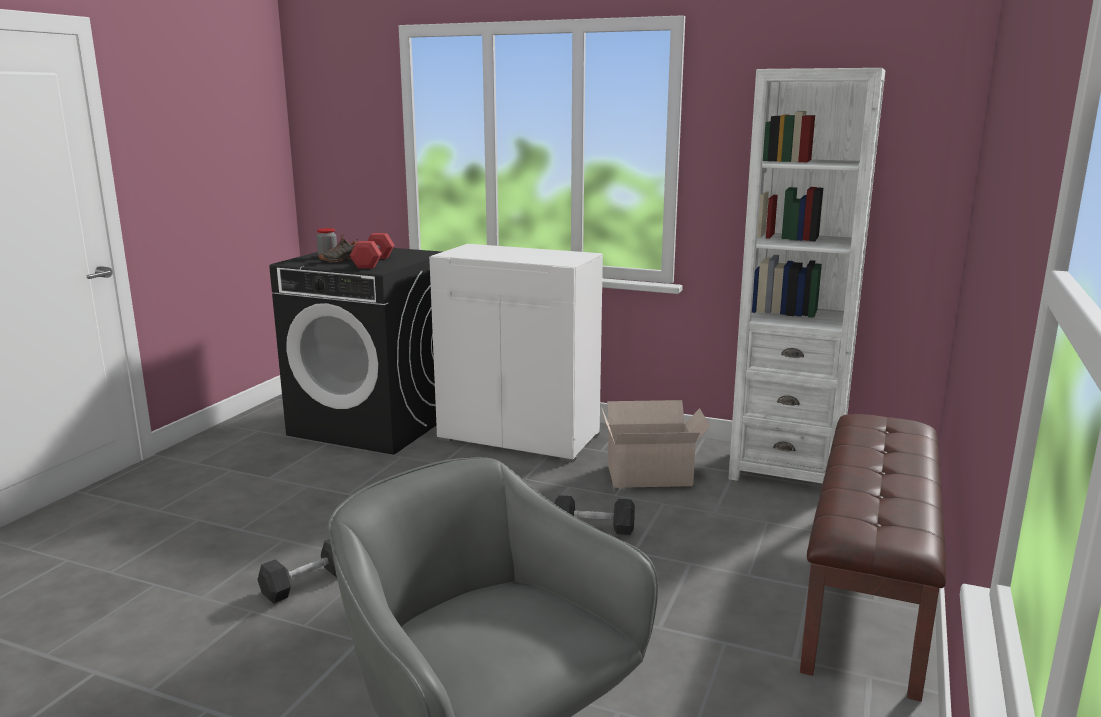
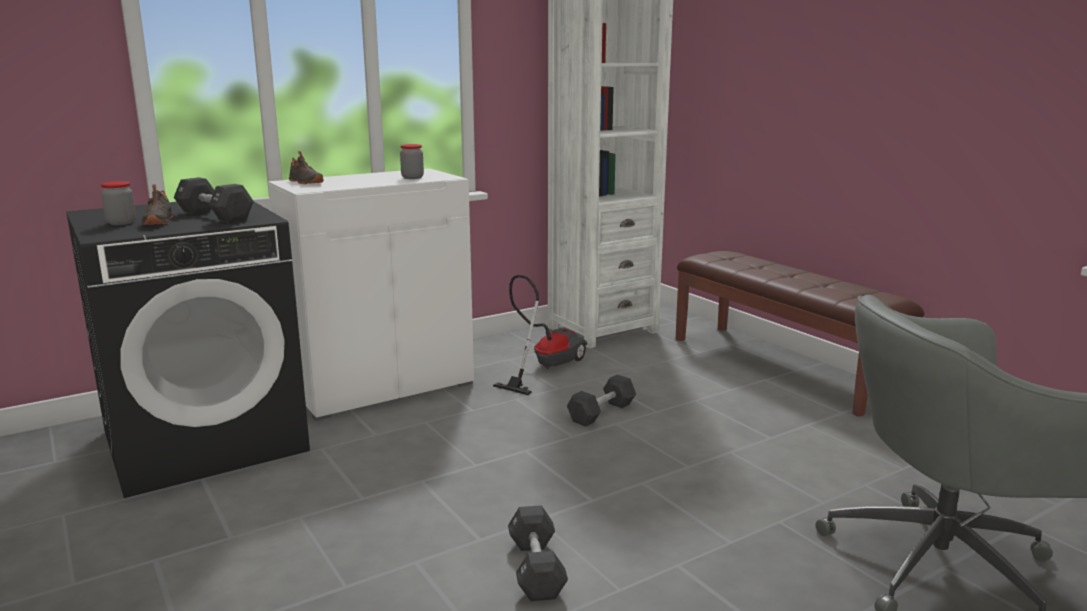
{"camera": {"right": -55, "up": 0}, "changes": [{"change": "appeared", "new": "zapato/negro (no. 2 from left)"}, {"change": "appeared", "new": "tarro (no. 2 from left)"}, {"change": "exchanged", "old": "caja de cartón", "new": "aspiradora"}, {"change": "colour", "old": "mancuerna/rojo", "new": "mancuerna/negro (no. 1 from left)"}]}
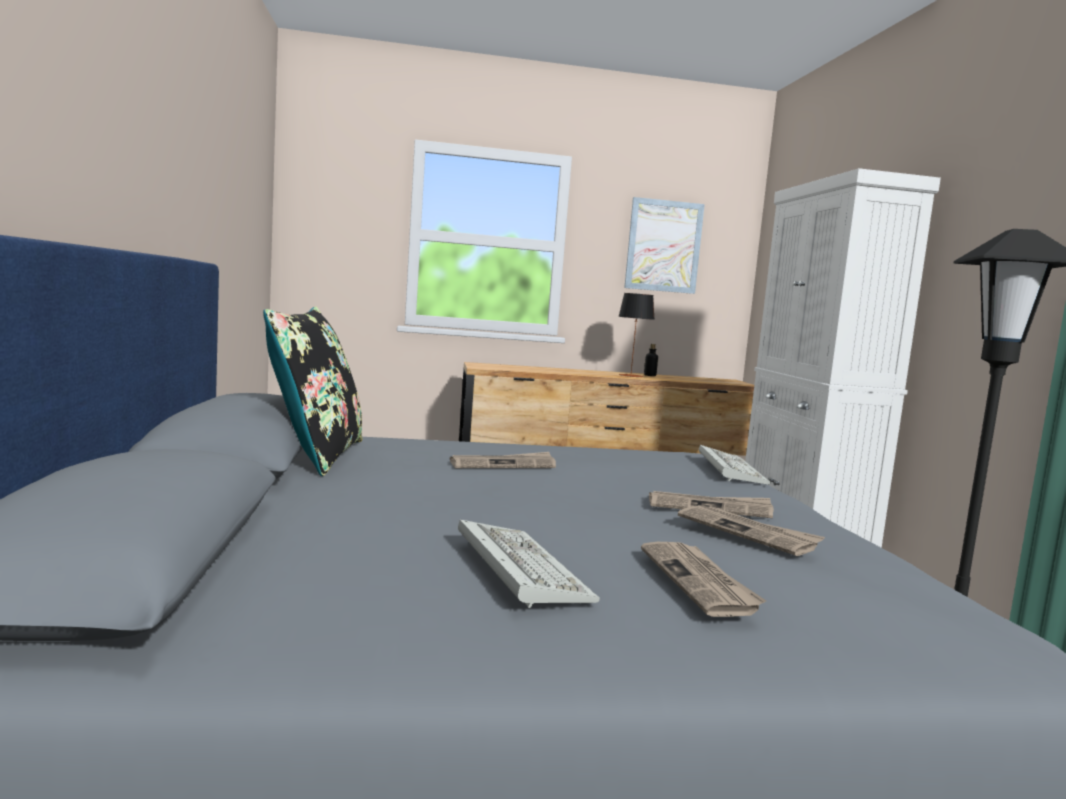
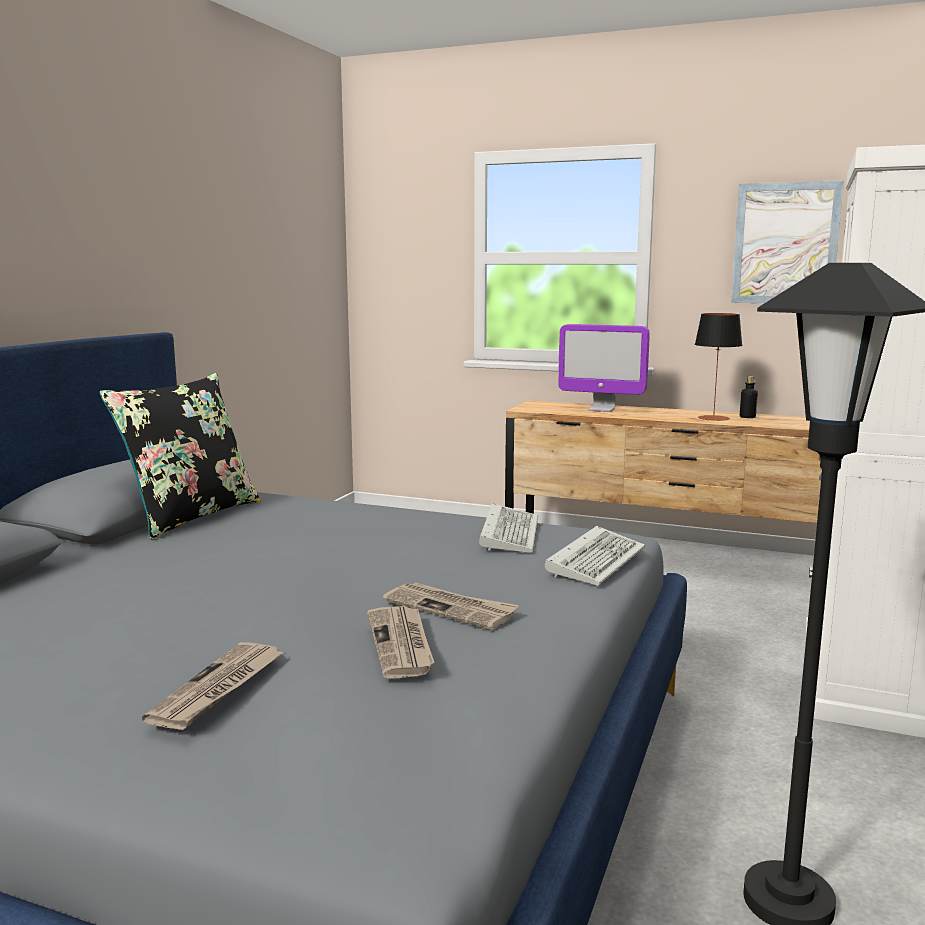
{"camera": {"right": 30, "up": 5}, "changes": [{"change": "missing", "old": "periódico (no. 1 from left)"}, {"change": "appeared", "new": "monitor"}, {"change": "relocated", "old": "teclado (no. 1 from left)"}]}
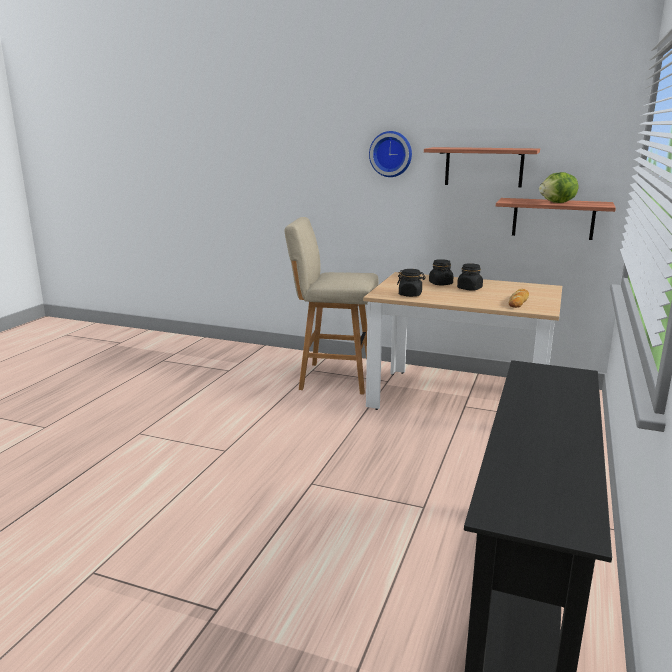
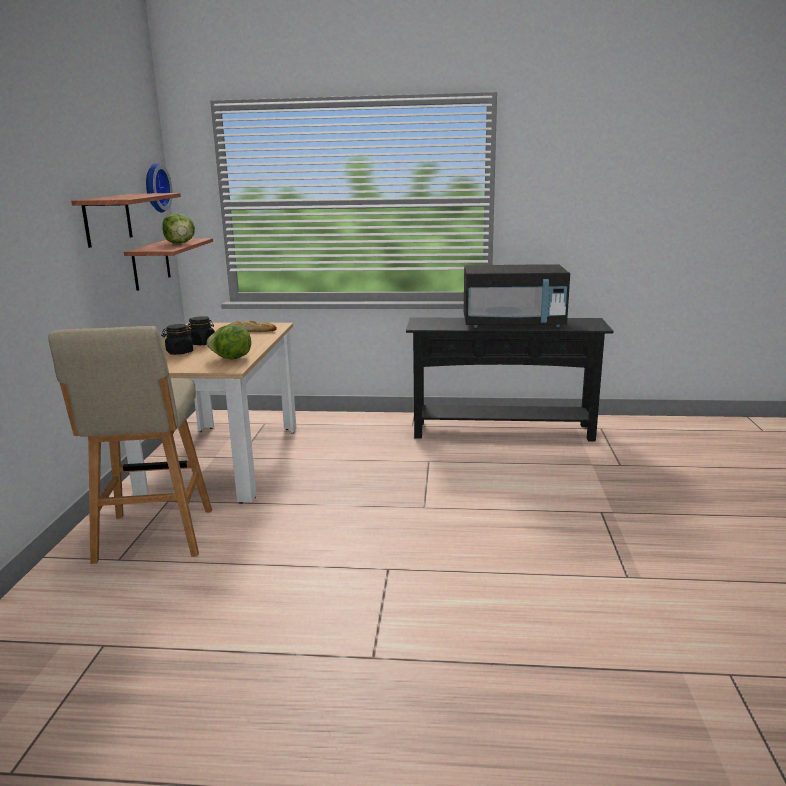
{"camera": {"right": -105, "up": 0}, "changes": [{"change": "appeared", "new": "microondas/negro"}, {"change": "relocated", "old": "reloj de pared"}, {"change": "exchanged", "old": "tarro/negro (no. 1 from left)", "new": "lechuga (no. 2 from left)"}]}
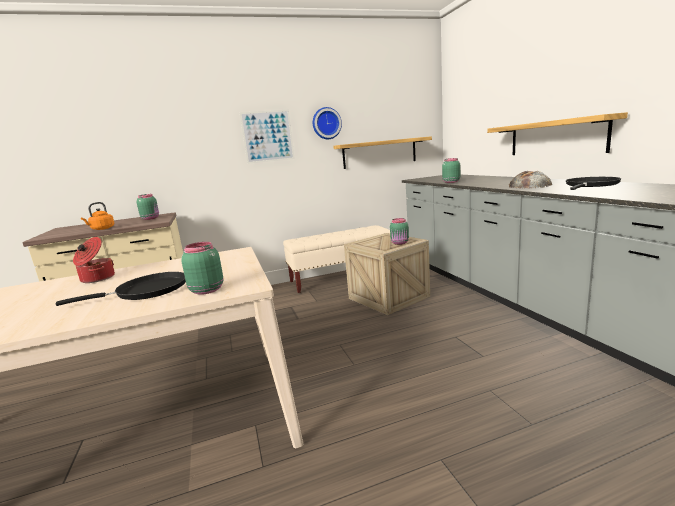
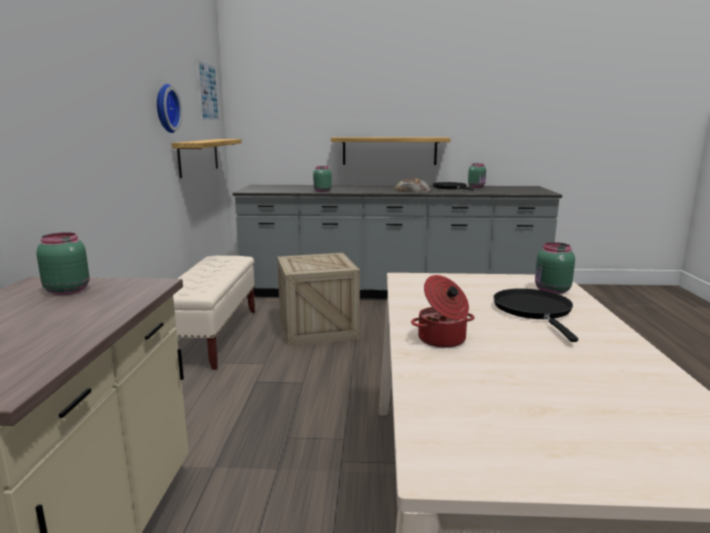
{"camera": {"right": -70, "up": 0}, "changes": [{"change": "missing", "old": "hervidor/naranja"}, {"change": "relocated", "old": "cuadro"}, {"change": "relocated", "old": "tarro/verde (no. 3 from left)"}]}
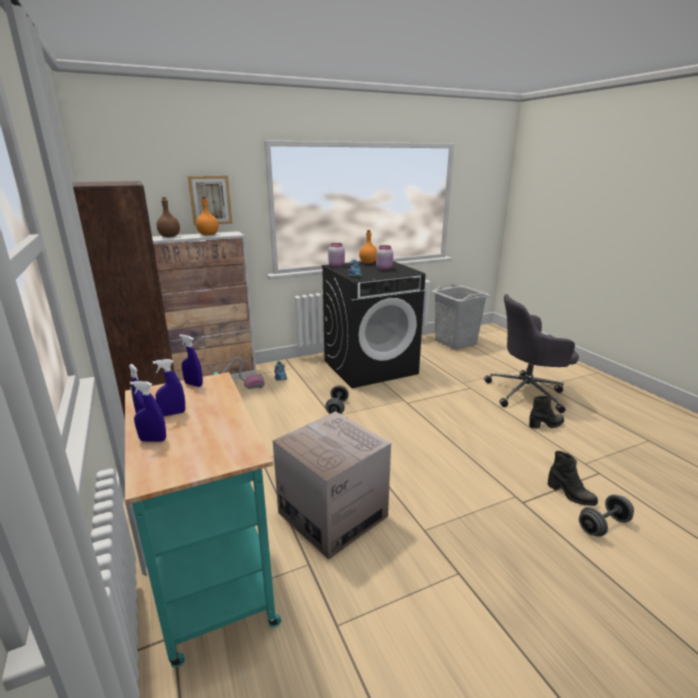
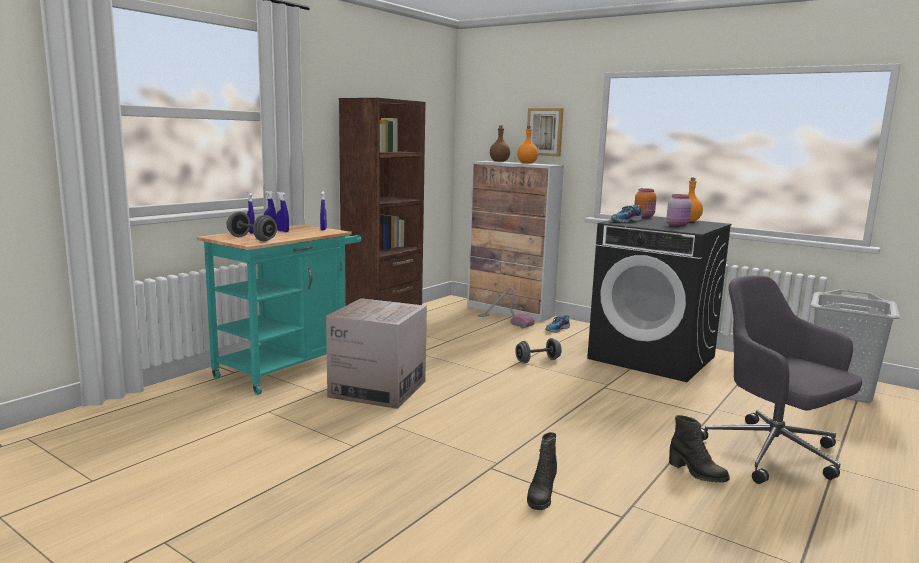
{"camera": {"right": 60, "up": -10}, "changes": [{"change": "relocated", "old": "mancuerna/gris (no. 2 from left in the first image)", "new": "mancuerna/gris (no. 1 from left)"}, {"change": "colour", "old": "tarro/rosa (no. 1 from left)", "new": "tarro/naranja"}]}
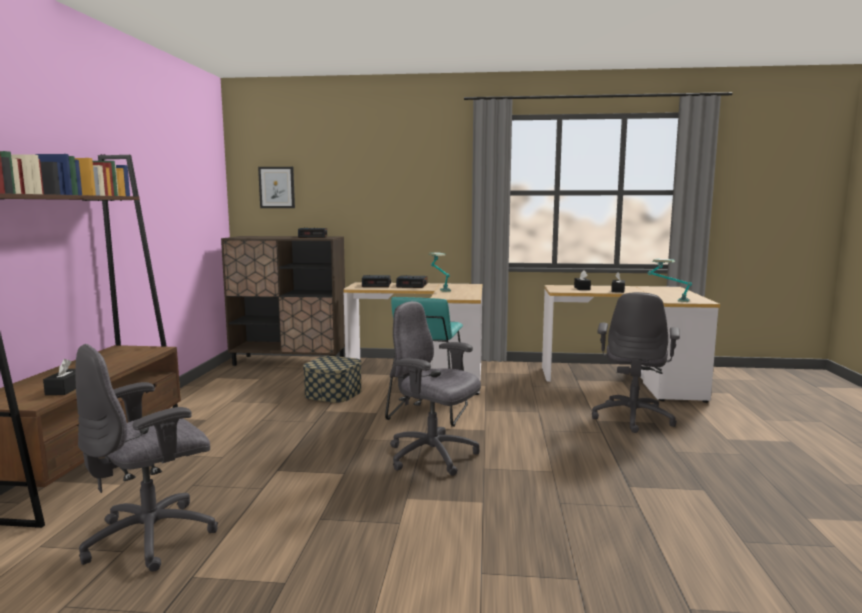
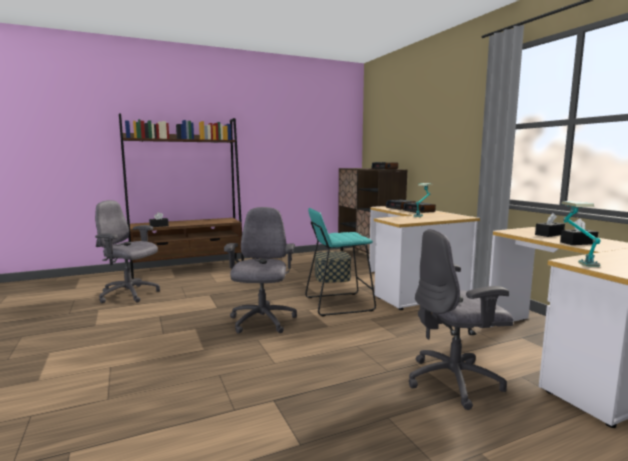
{"camera": {"right": 60, "up": 0}, "changes": [{"change": "missing", "old": "cuadro"}]}
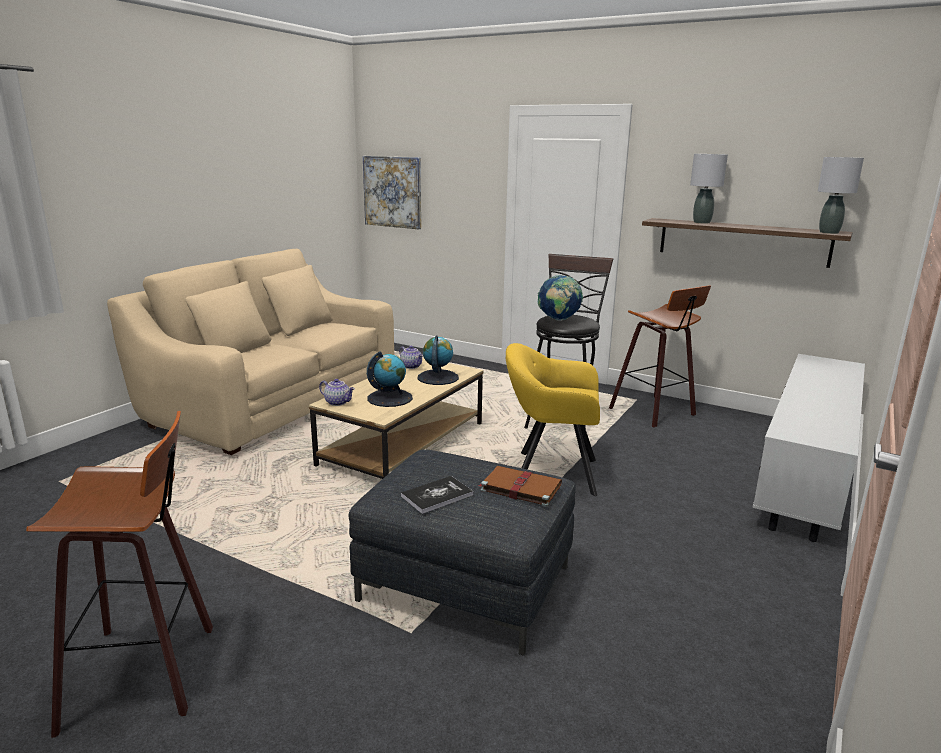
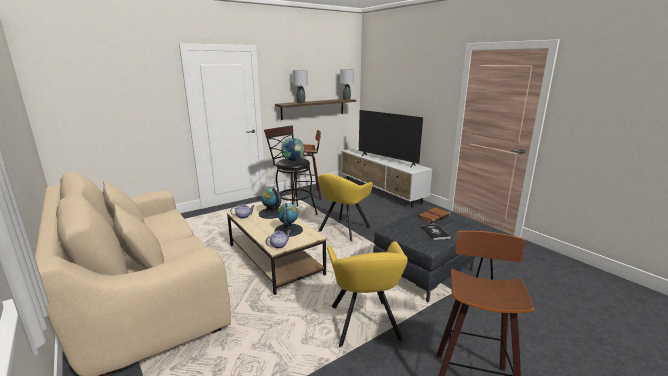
{"camera": {"right": -65, "up": 0}, "changes": [{"change": "missing", "old": "cuadro"}, {"change": "appeared", "new": "sillón/amarillo (no. 2 from left)"}, {"change": "appeared", "new": "televisor"}]}
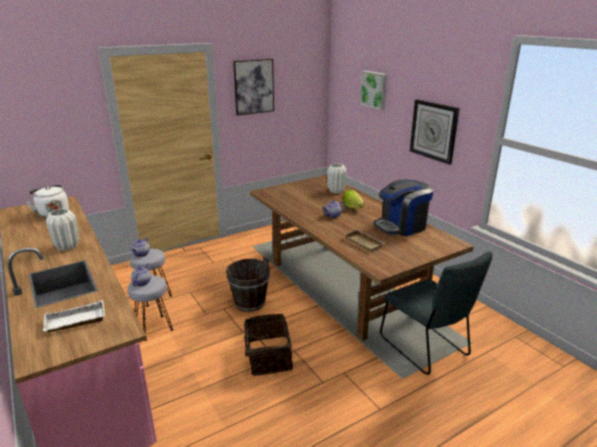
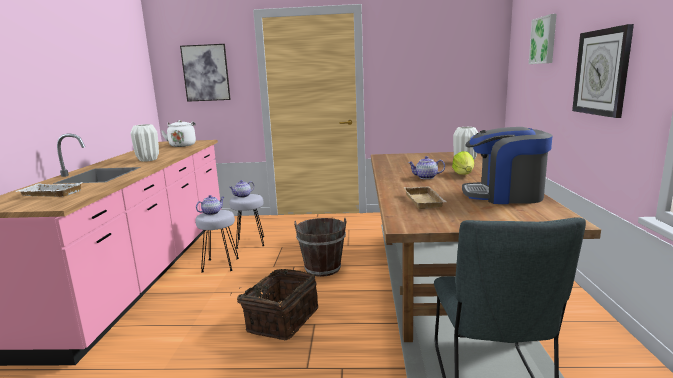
{"camera": {"right": 35, "up": -10}, "changes": [{"change": "relocated", "old": "cuadro (no. 1 from left)"}]}
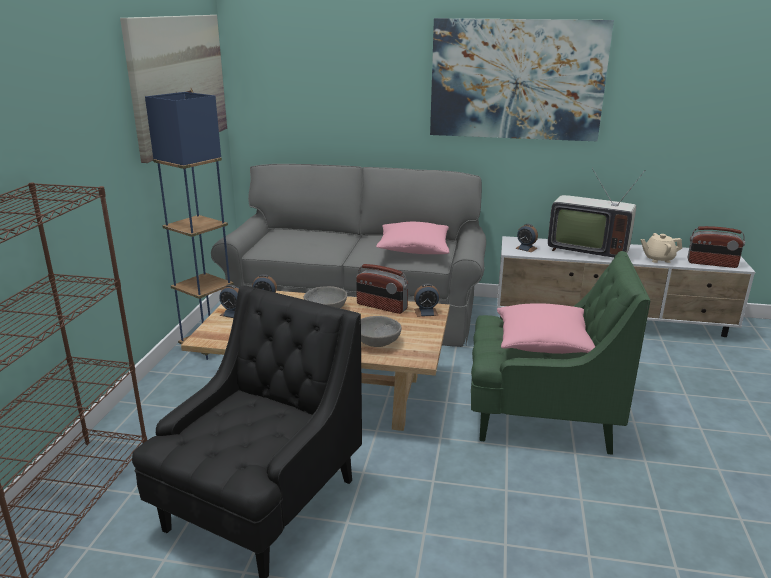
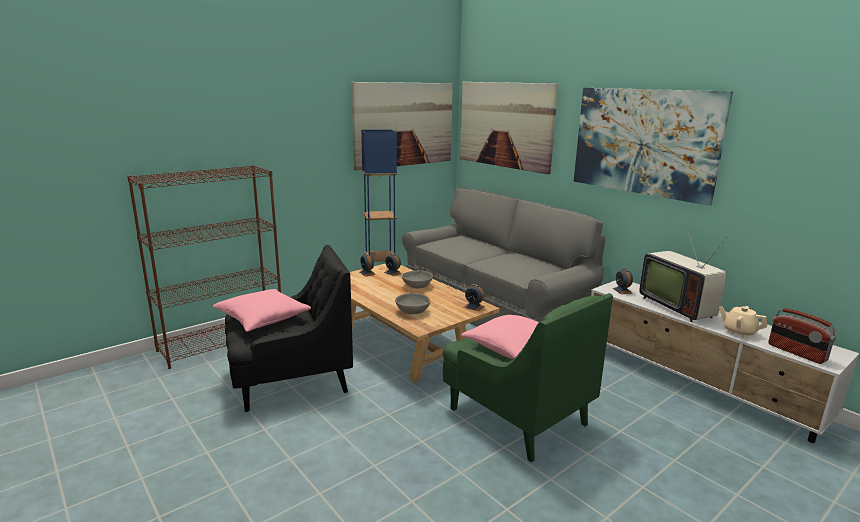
{"camera": {"right": 40, "up": -5}, "changes": [{"change": "missing", "old": "radio (no. 1 from left)"}, {"change": "appeared", "new": "cuadro (no. 2 from left)"}, {"change": "relocated", "old": "cojín/rosa (no. 1 from left)"}]}
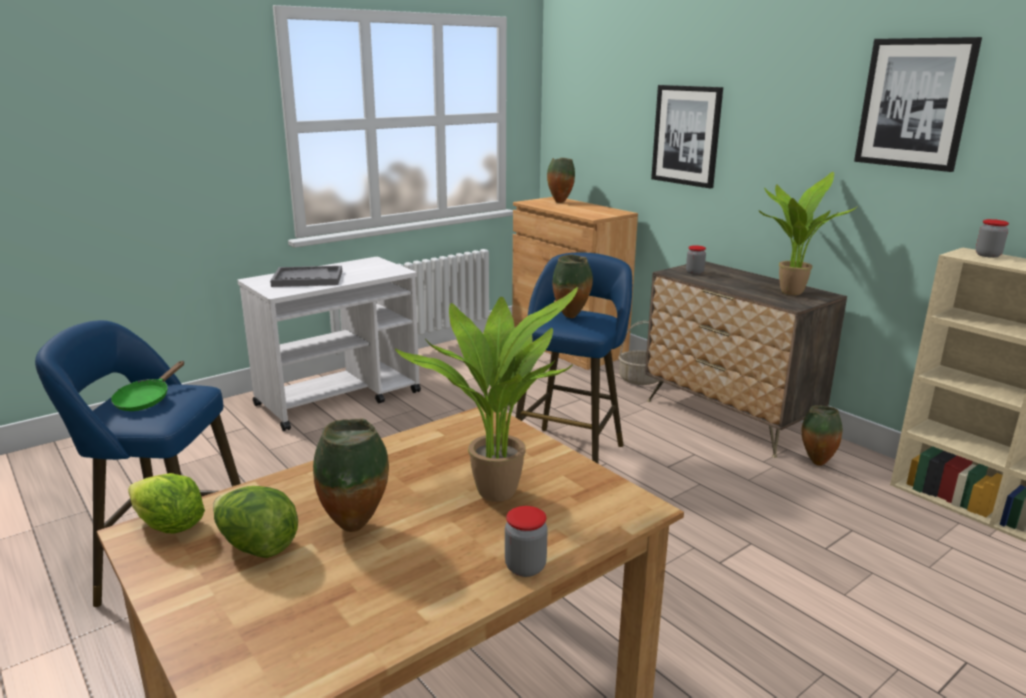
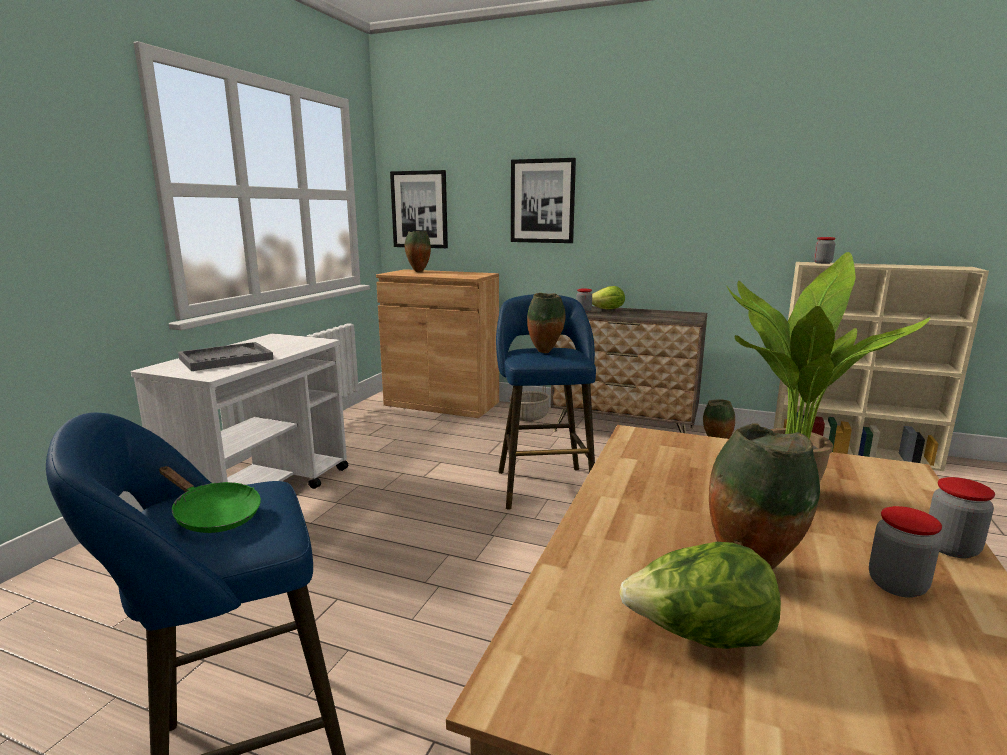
{"camera": {"right": -30, "up": -5}, "changes": [{"change": "missing", "old": "planta en maceta (no. 2 from left)"}, {"change": "appeared", "new": "tarro (no. 3 from left)"}, {"change": "relocated", "old": "lechuga (no. 1 from left)"}, {"change": "relocated", "old": "cuadro (no. 2 from left in the first image)", "new": "cuadro (no. 1 from left)"}, {"change": "spun", "old": "sartén/verde", "degrees": -45}]}
